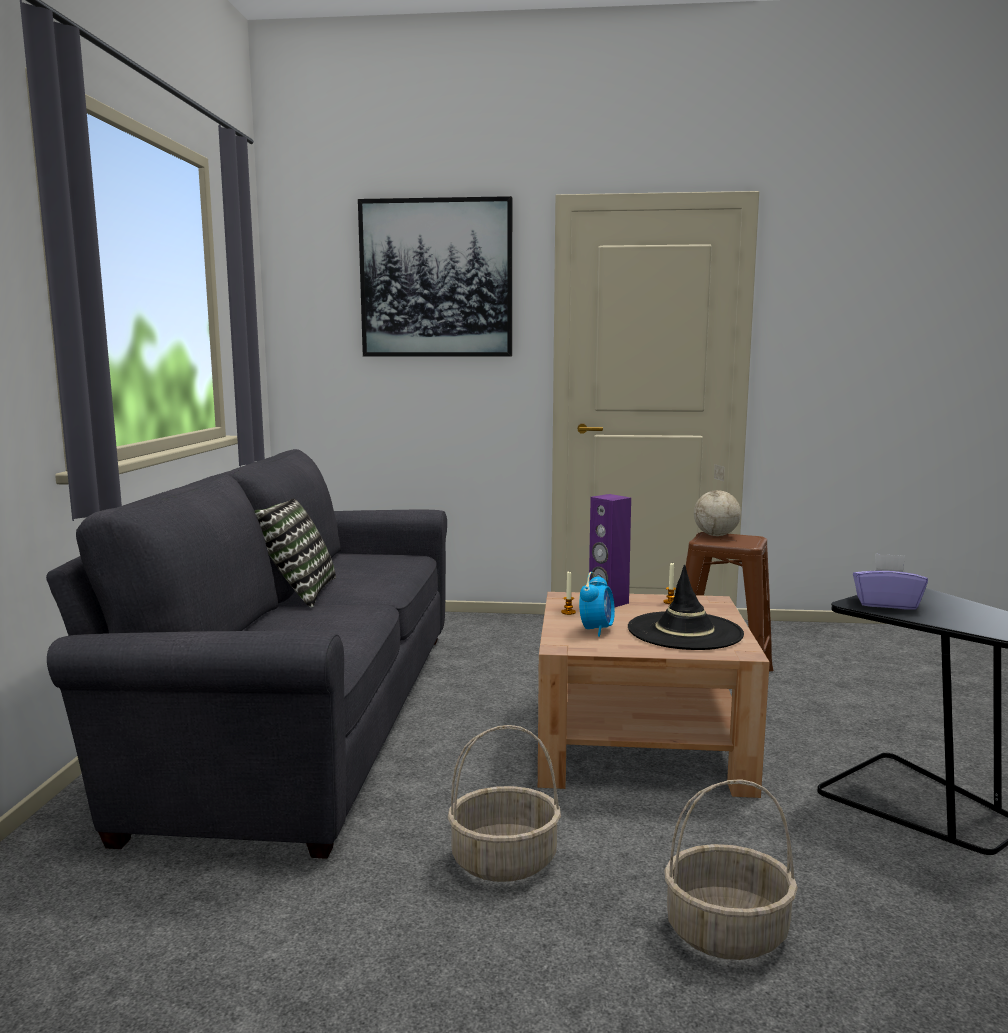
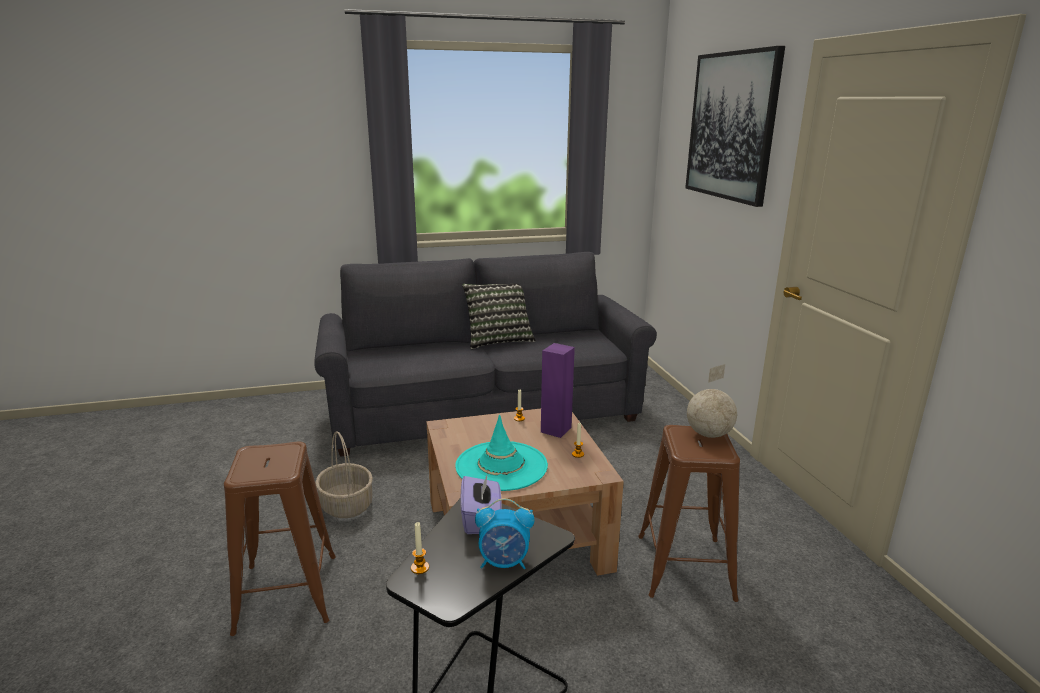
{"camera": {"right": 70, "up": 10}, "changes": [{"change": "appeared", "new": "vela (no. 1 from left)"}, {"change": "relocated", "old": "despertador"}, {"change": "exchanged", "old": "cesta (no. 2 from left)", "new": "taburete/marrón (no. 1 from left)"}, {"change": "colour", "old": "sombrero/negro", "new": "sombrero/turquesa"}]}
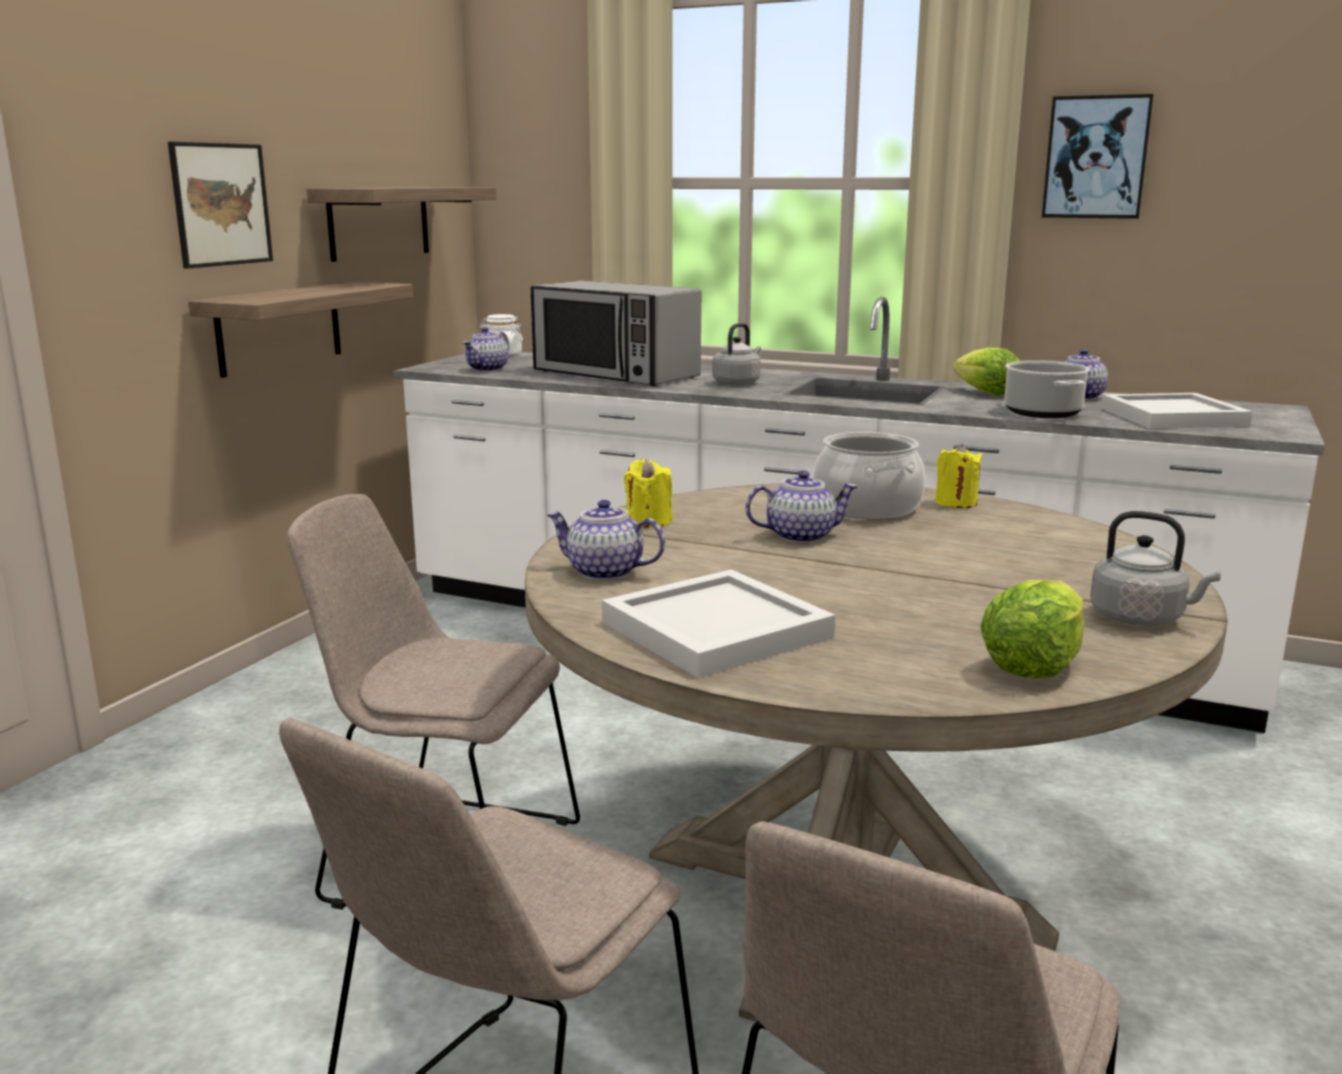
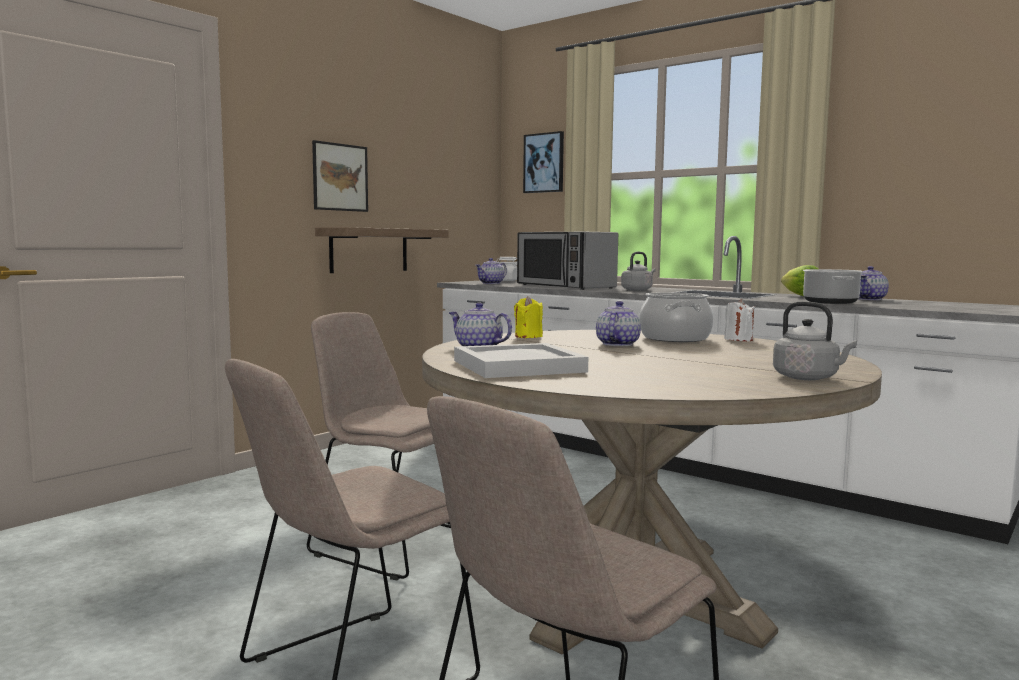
{"camera": {"right": 15, "up": -10}, "changes": [{"change": "missing", "old": "estante (no. 2 from left)"}, {"change": "missing", "old": "lechuga (no. 2 from left)"}, {"change": "missing", "old": "bandeja/blanco (no. 2 from left)"}, {"change": "relocated", "old": "cuadro (no. 2 from left)"}, {"change": "colour", "old": "vela/amarillo (no. 2 from left)", "new": "vela/blanco"}, {"change": "spun", "old": "tetera (no. 3 from left)", "degrees": -75}]}
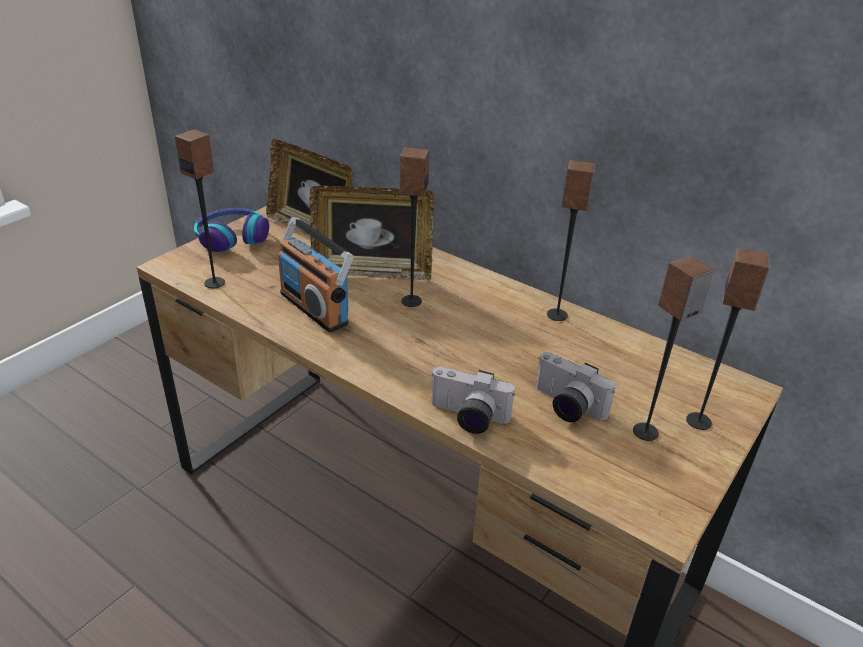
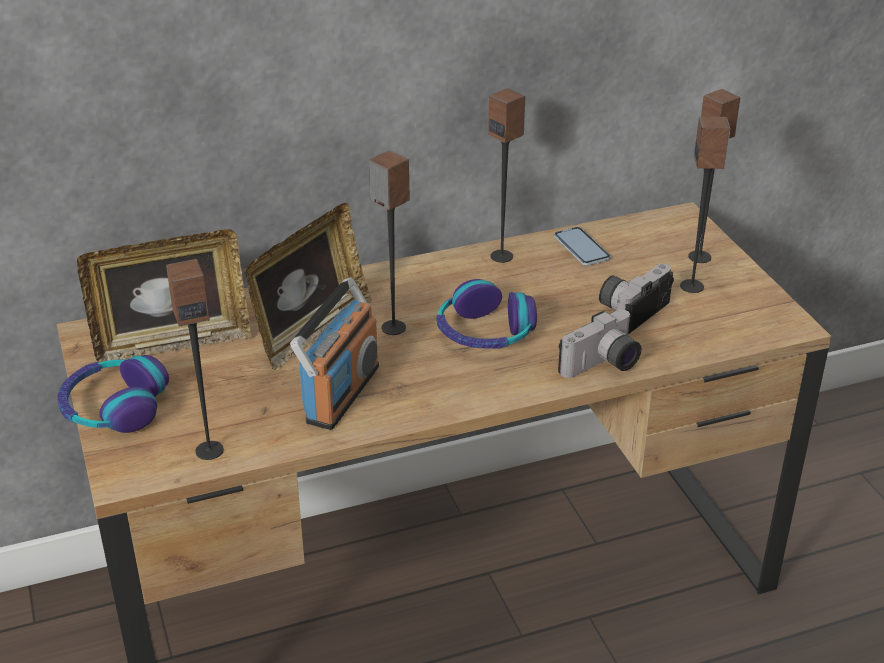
{"camera": {"right": -55, "up": 0}, "changes": [{"change": "appeared", "new": "auriculares (no. 2 from left)"}, {"change": "appeared", "new": "móvil"}, {"change": "spun", "old": "radio", "degrees": -60}, {"change": "spun", "old": "cámara (no. 2 from left)", "degrees": 150}]}
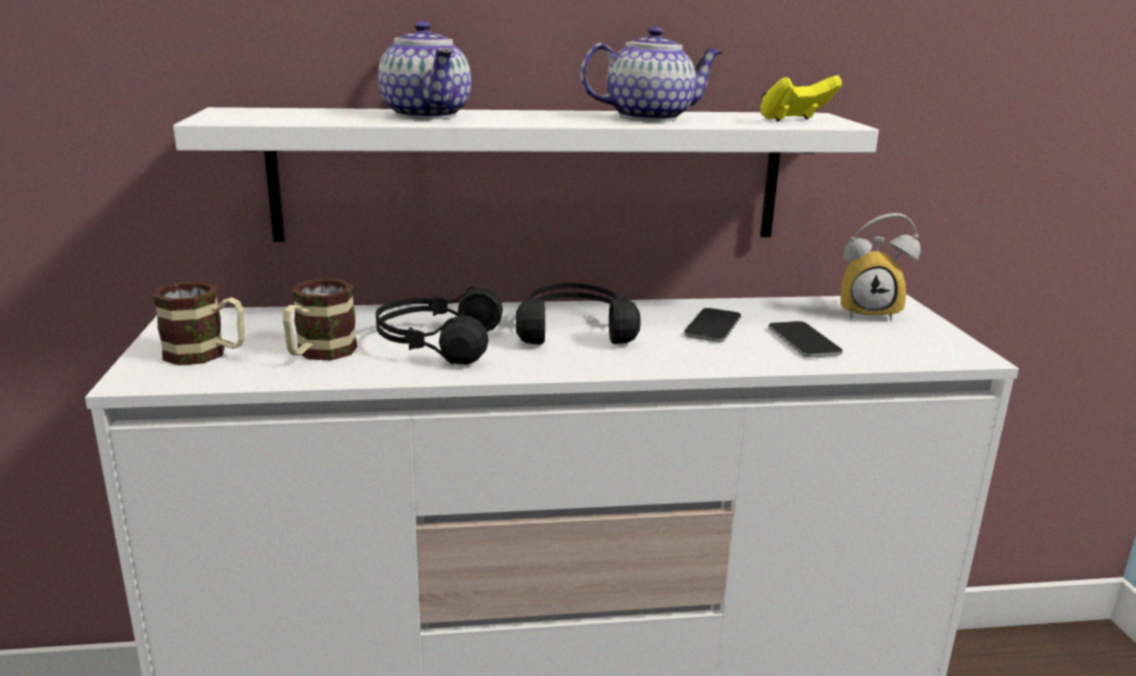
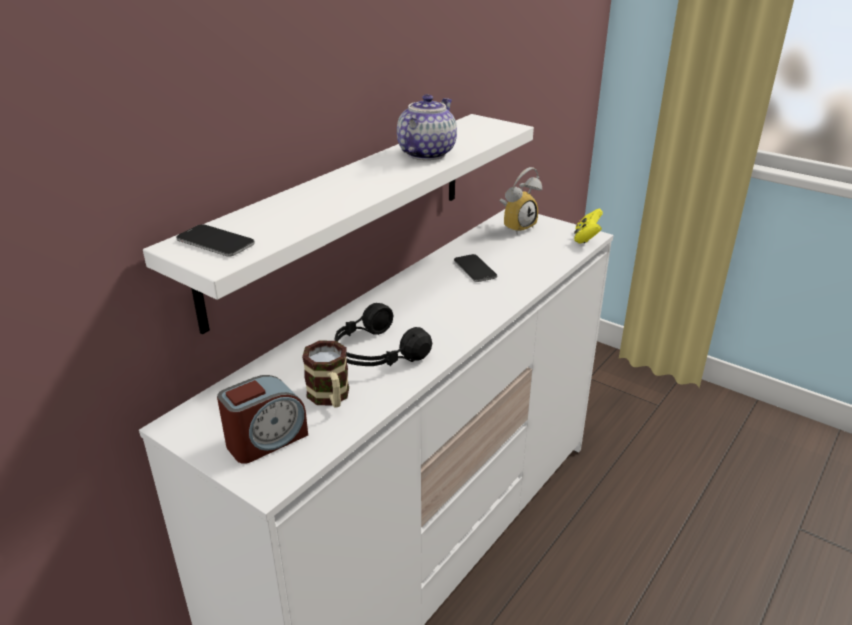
{"camera": {"right": -45, "up": 10}, "changes": [{"change": "missing", "old": "tetera (no. 1 from left)"}, {"change": "missing", "old": "auriculares/negro (no. 2 from left)"}, {"change": "relocated", "old": "mando de consola/amarillo"}, {"change": "relocated", "old": "móvil (no. 2 from left in the first image)", "new": "móvil (no. 1 from left)"}, {"change": "exchanged", "old": "taza grande (no. 1 from left)", "new": "despertador (no. 1 from left)"}]}
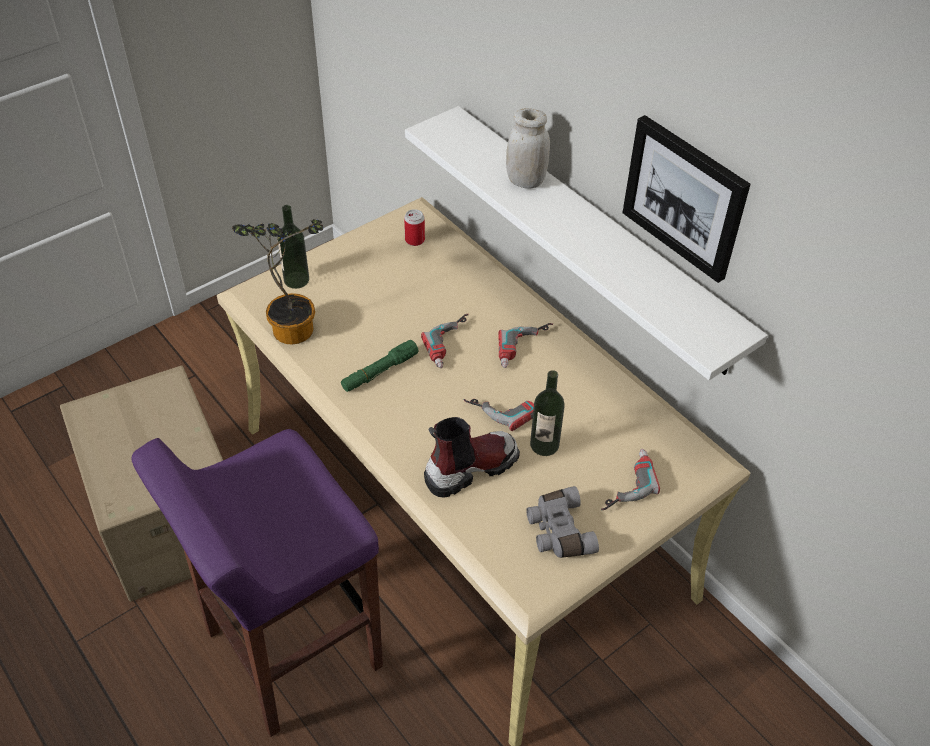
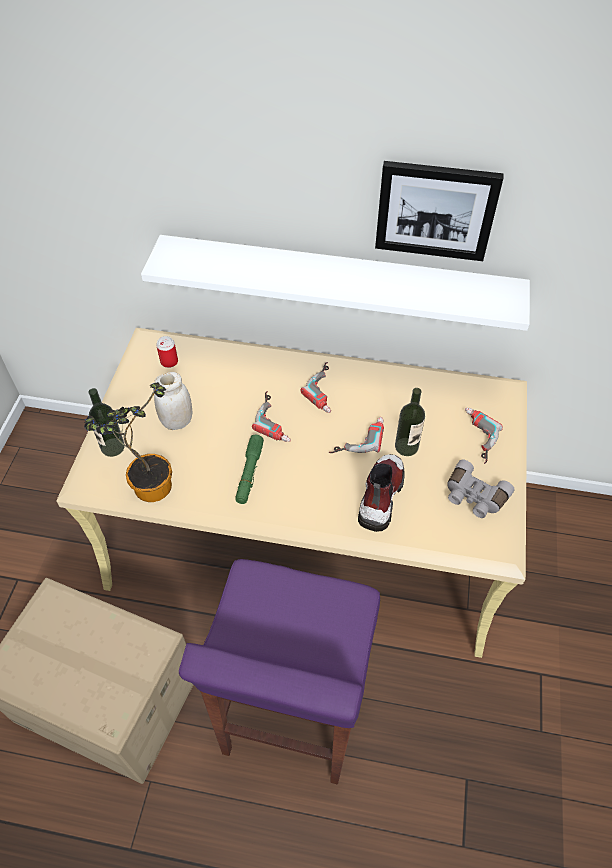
{"camera": {"right": -40, "up": 5}, "changes": [{"change": "relocated", "old": "tarro/blanco"}]}
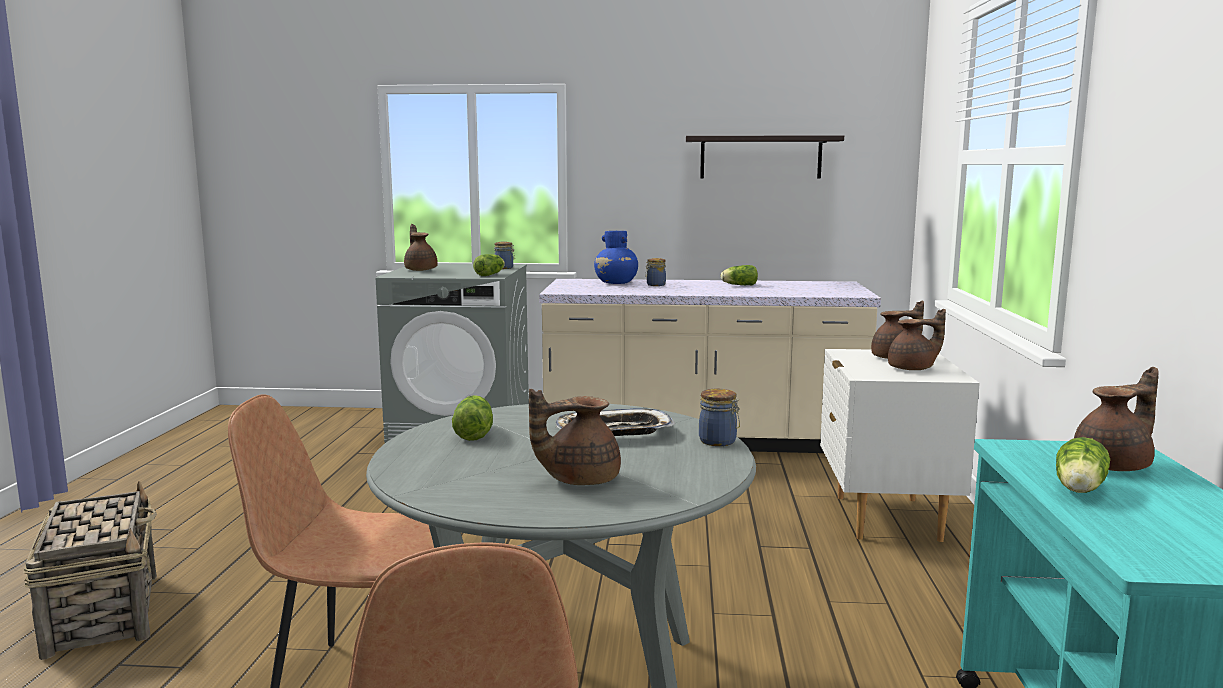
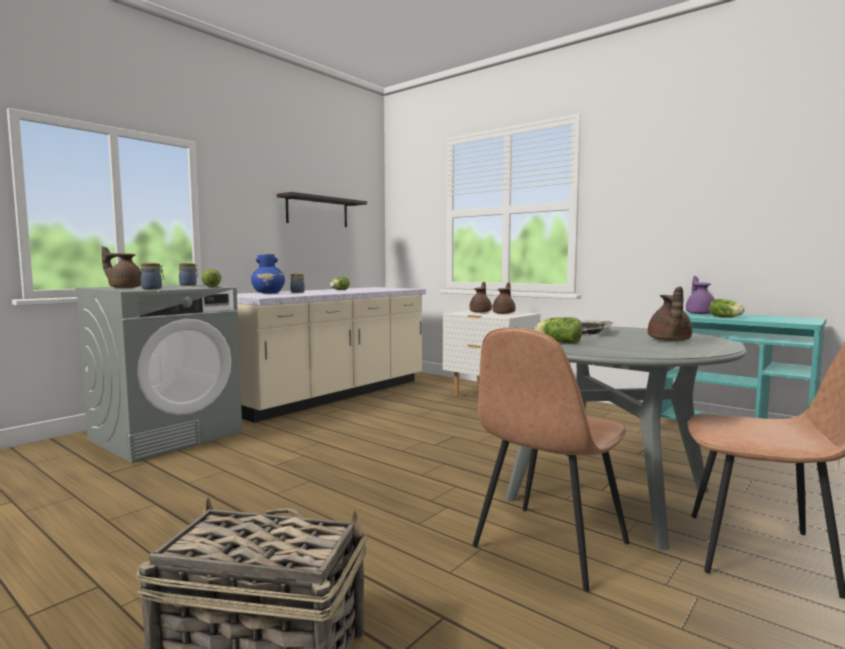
{"camera": {"right": -55, "up": -5}, "changes": [{"change": "relocated", "old": "tarro (no. 3 from left in the first image)", "new": "tarro (no. 1 from left)"}, {"change": "colour", "old": "tetera/marrón (no. 5 from left)", "new": "tetera/morado"}]}
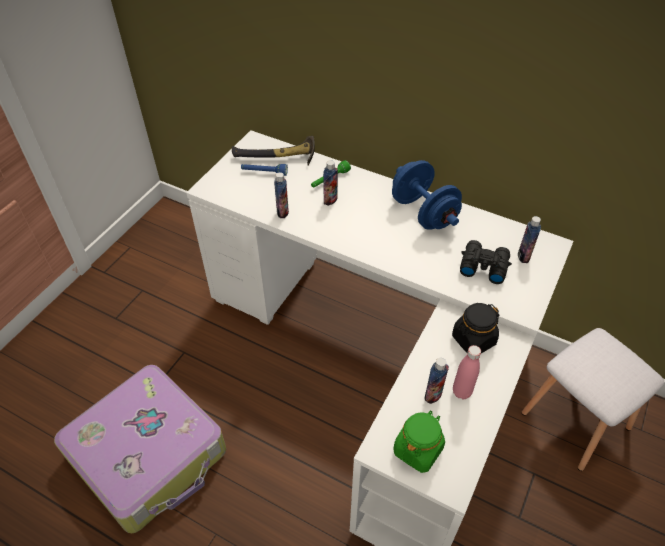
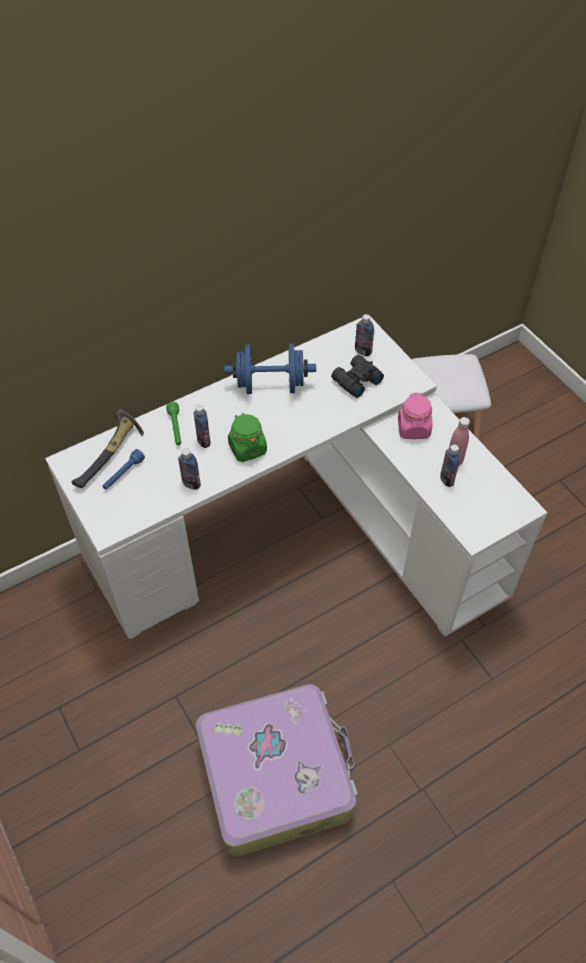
{"camera": {"right": -60, "up": 5}, "changes": [{"change": "relocated", "old": "tarro/verde"}, {"change": "colour", "old": "tarro/negro", "new": "tarro/rosa"}]}
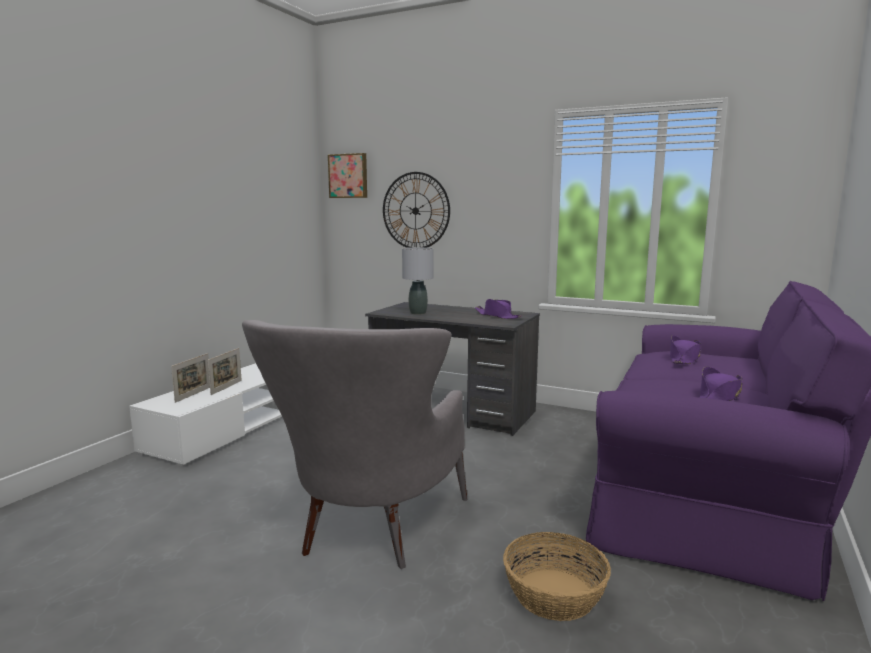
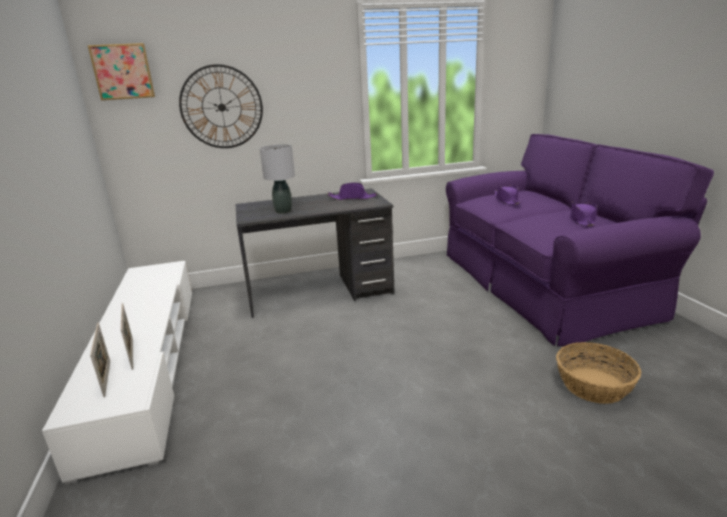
{"camera": {"right": -40, "up": 10}, "changes": [{"change": "missing", "old": "sillón/gris"}]}
